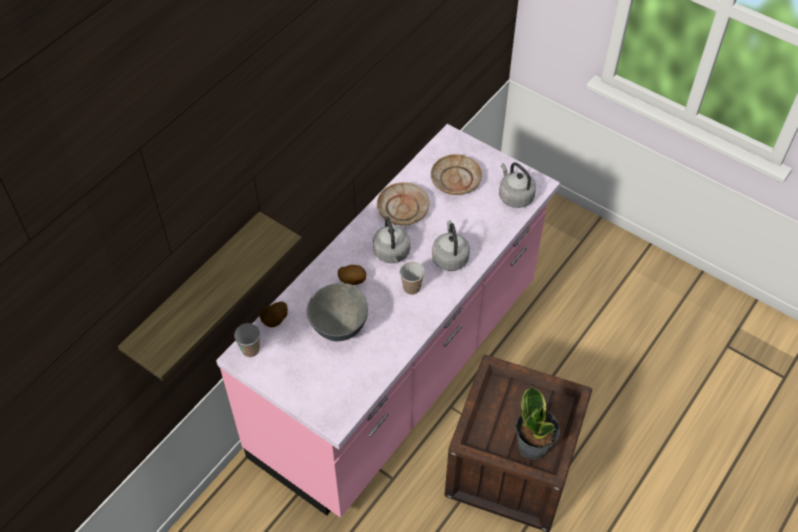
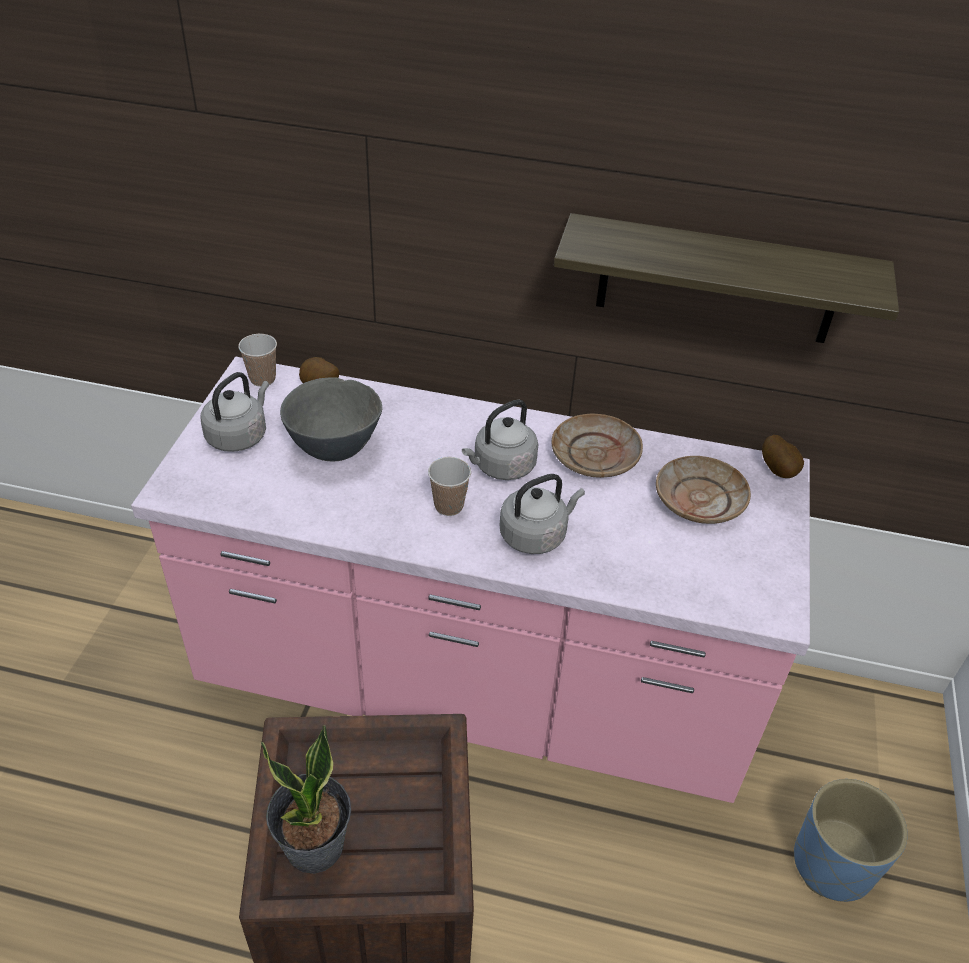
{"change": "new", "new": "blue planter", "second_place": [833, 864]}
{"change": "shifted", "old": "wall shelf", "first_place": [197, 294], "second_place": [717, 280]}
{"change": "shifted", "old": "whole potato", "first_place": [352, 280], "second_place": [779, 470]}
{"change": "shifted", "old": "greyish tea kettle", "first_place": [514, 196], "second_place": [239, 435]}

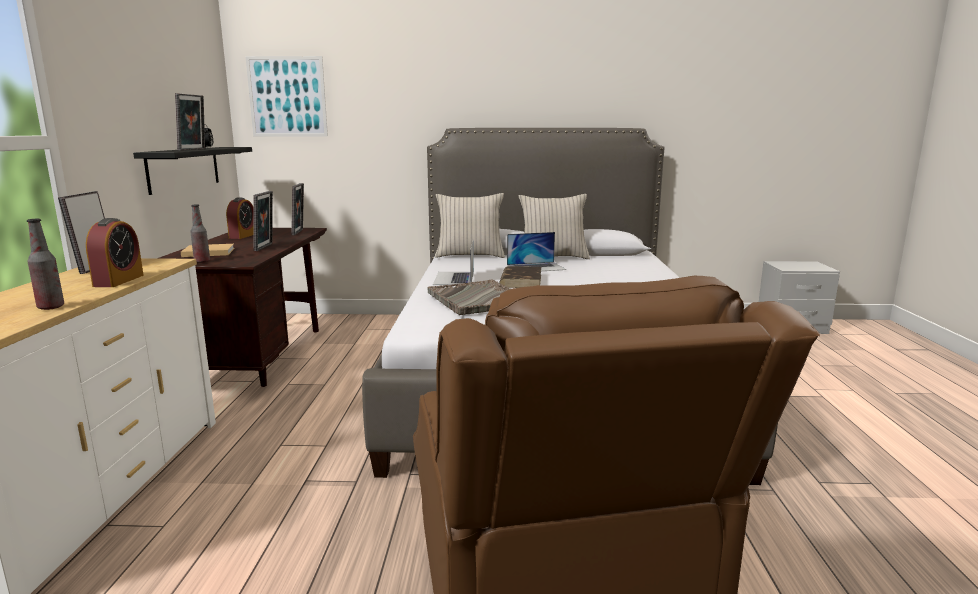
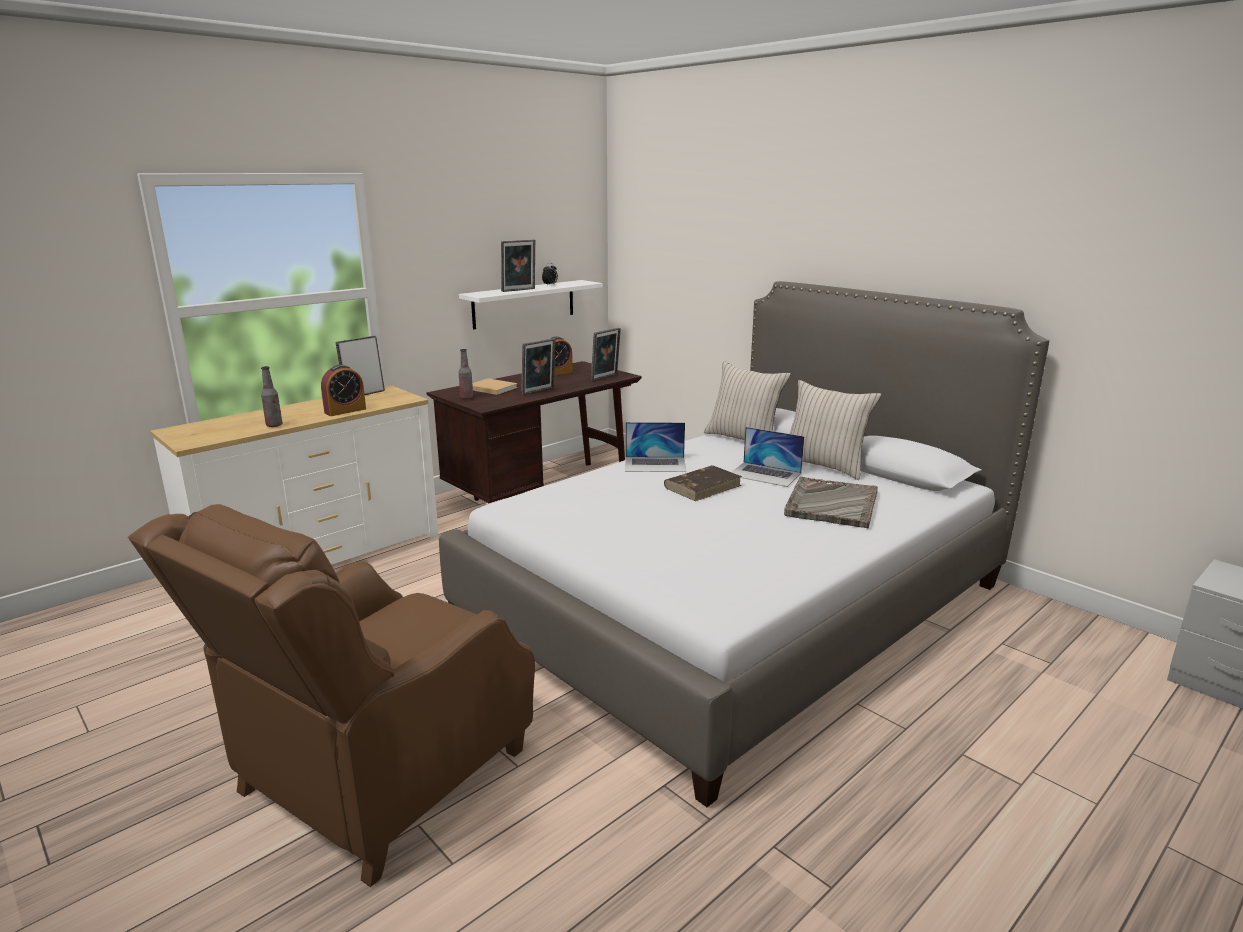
{"change": "gone", "old": "picture", "first_place": [287, 97]}
{"change": "shifted", "old": "greyish tray", "first_place": [477, 299], "second_place": [831, 504]}
{"change": "repainted", "old": "black wall shelf", "new": "whitish wall shelf", "first_place": [184, 168], "second_place": [524, 304]}
{"change": "rotated", "old": "notebook computer", "first_place": [454, 278], "second_place": [655, 464], "degrees": -135}

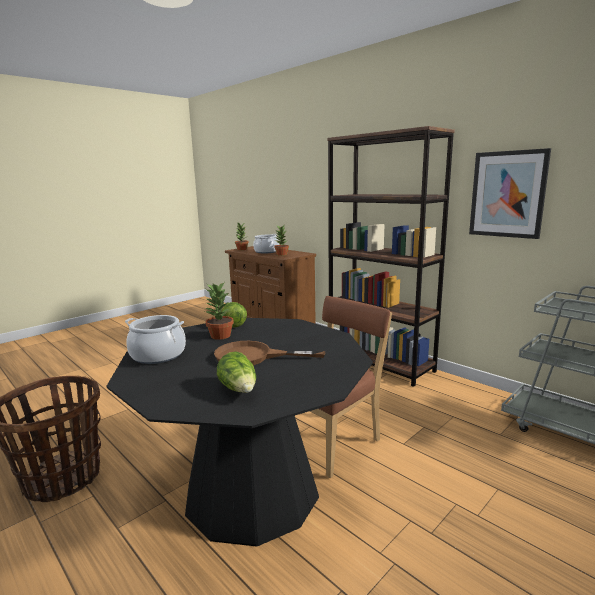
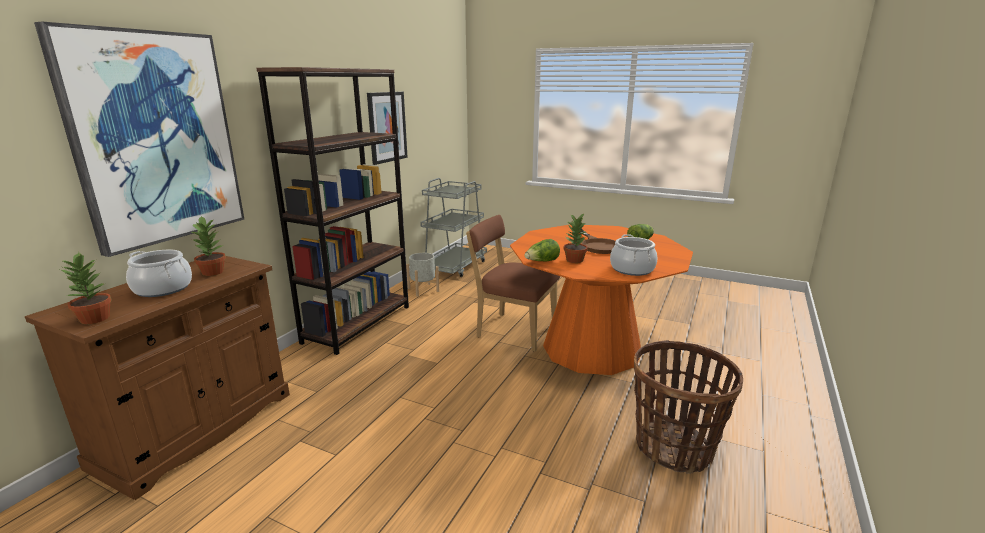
{"change": "new", "new": "picture", "second_place": [155, 139]}
{"change": "new", "new": "greyish planter", "second_place": [423, 289]}
{"change": "repainted", "old": "black dinner table", "new": "orange-coloured dinner table", "first_place": [252, 491], "second_place": [591, 348]}

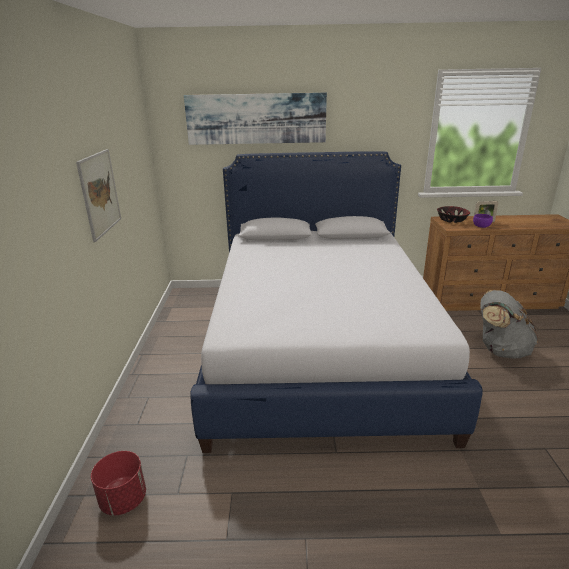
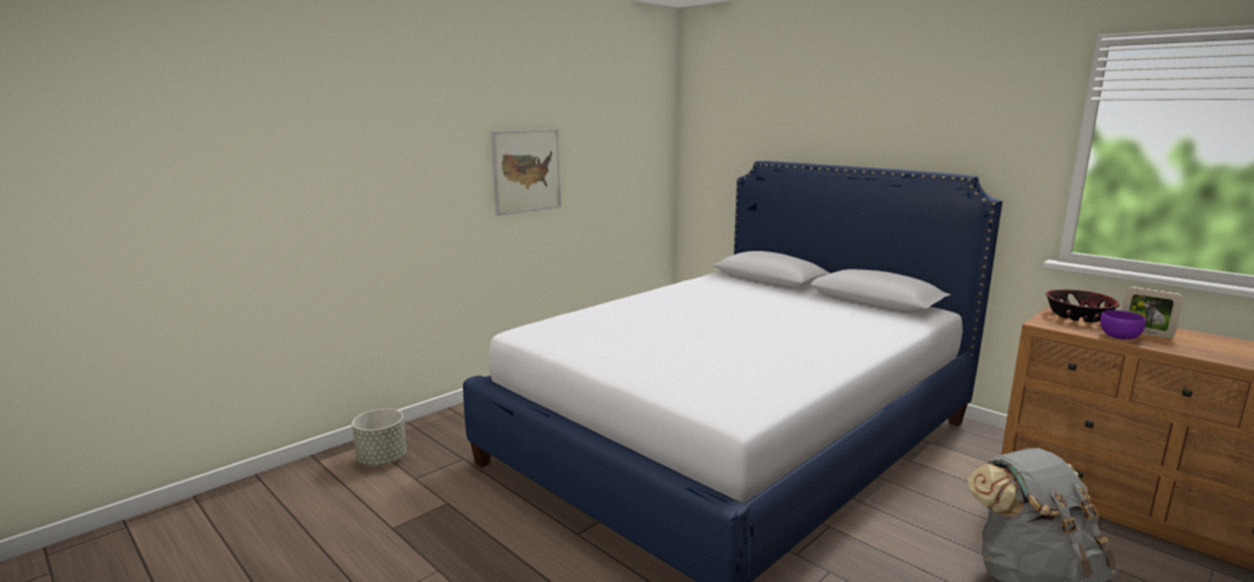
{"change": "gone", "old": "picture", "first_place": [256, 118]}
{"change": "repainted", "old": "red-coloured planter", "new": "greyish planter", "first_place": [123, 499], "second_place": [382, 460]}

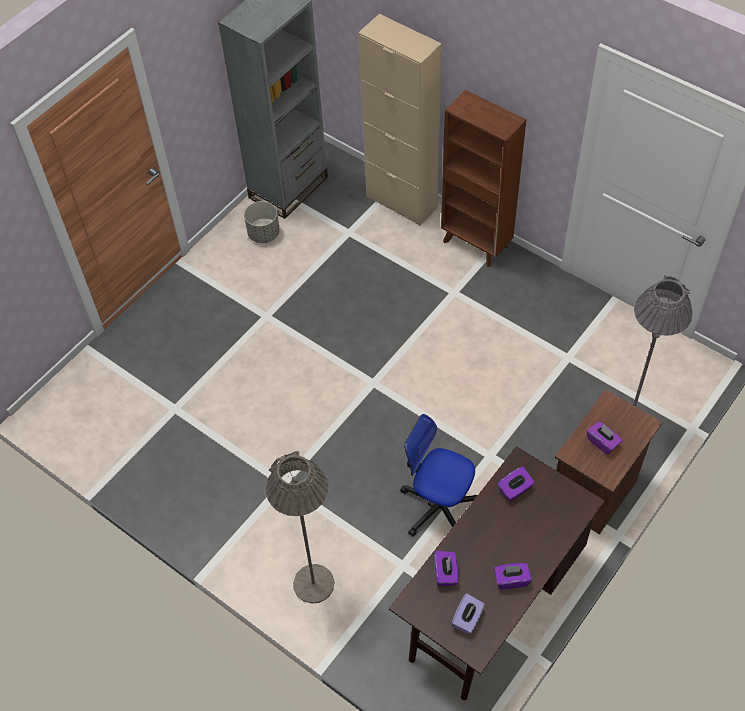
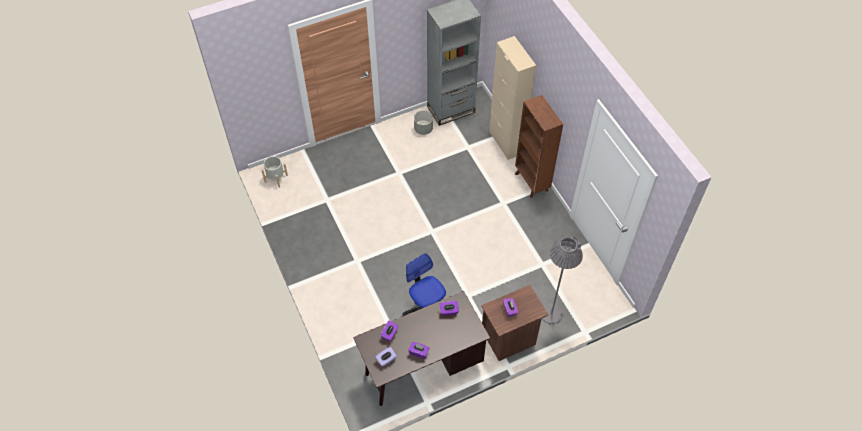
{"change": "gone", "old": "greyish floor lamp", "first_place": [313, 584]}
{"change": "new", "new": "greyish planter", "second_place": [276, 178]}

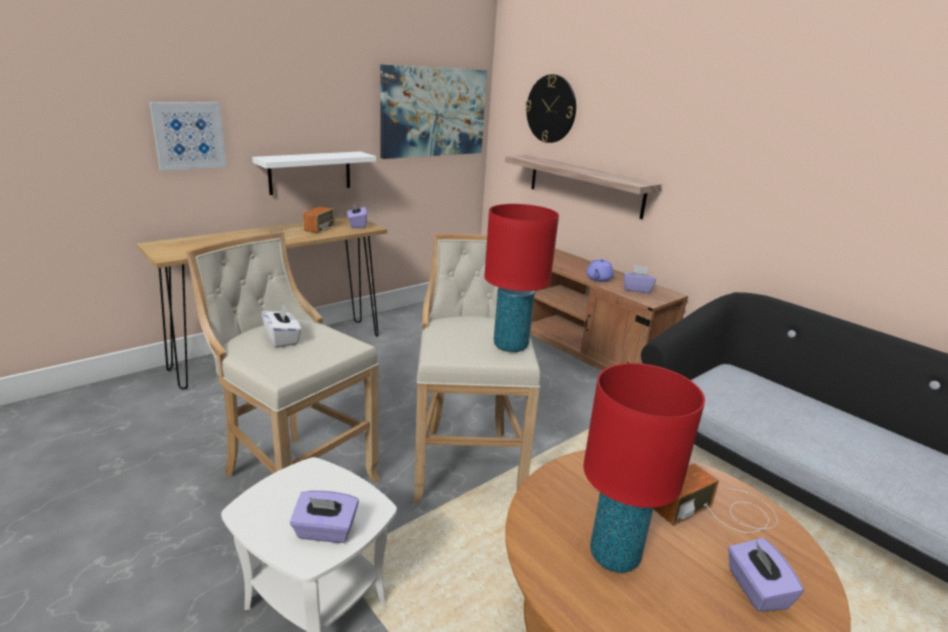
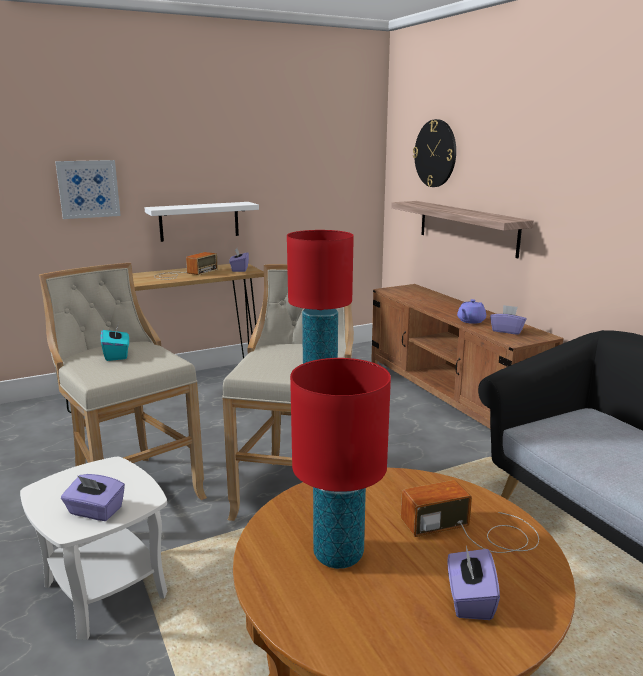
{"change": "gone", "old": "picture", "first_place": [433, 112]}
{"change": "repainted", "old": "whitish tissue box", "new": "turquoise-coloured tissue box", "first_place": [282, 339], "second_place": [117, 355]}

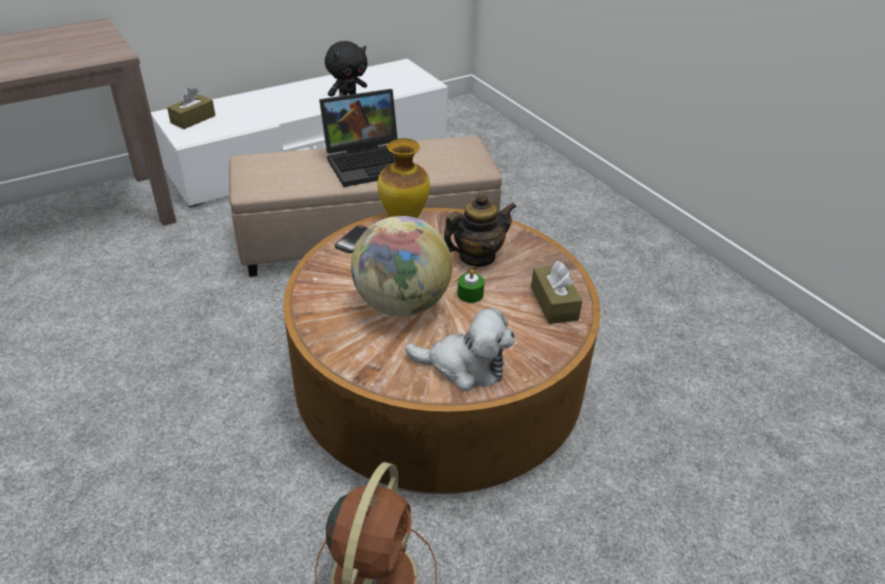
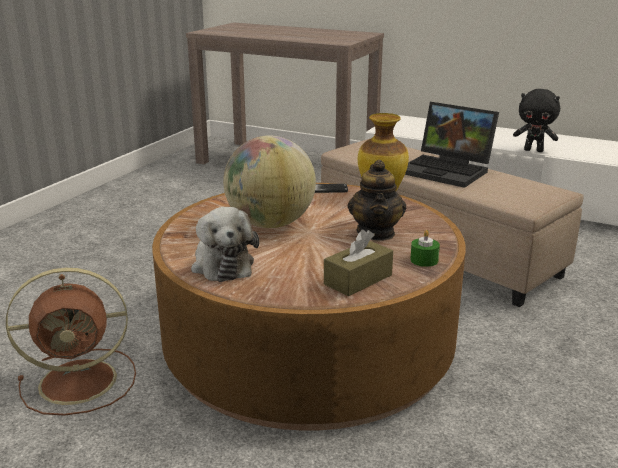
{"change": "gone", "old": "brown tissue box", "first_place": [193, 119]}
{"change": "shifted", "old": "green-coloured wax candle", "first_place": [470, 294], "second_place": [424, 260]}
{"change": "rotated", "old": "teapot", "first_place": [476, 257], "second_place": [376, 233], "degrees": 60}

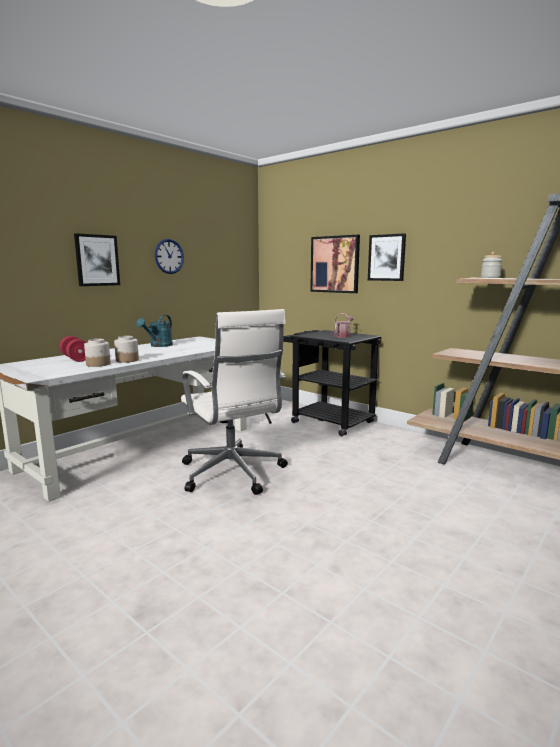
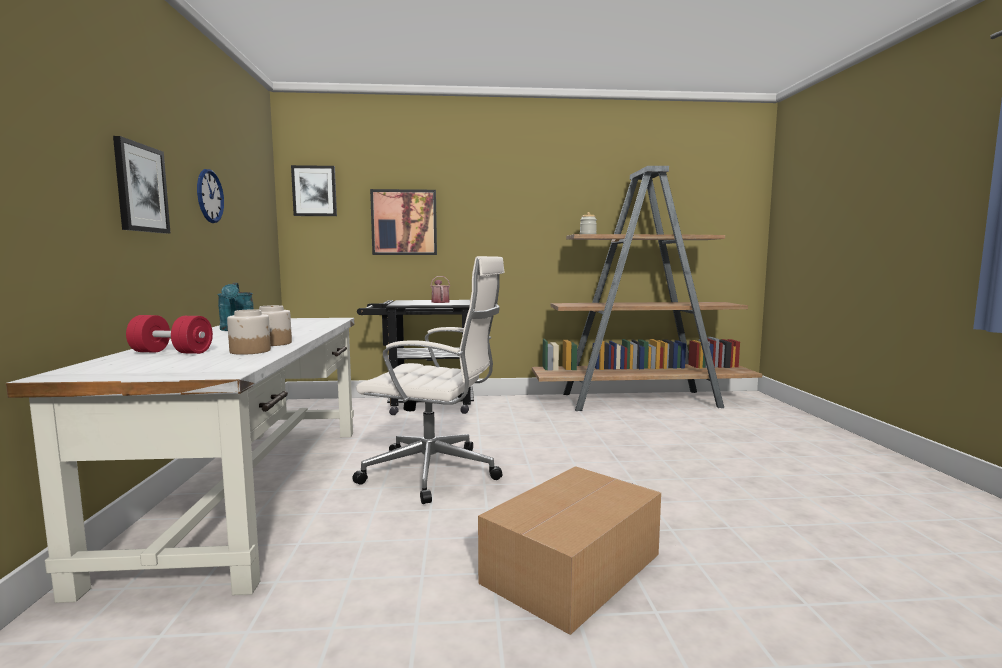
{"change": "new", "new": "carton", "second_place": [570, 569]}
{"change": "shifted", "old": "picture", "first_place": [386, 257], "second_place": [314, 191]}

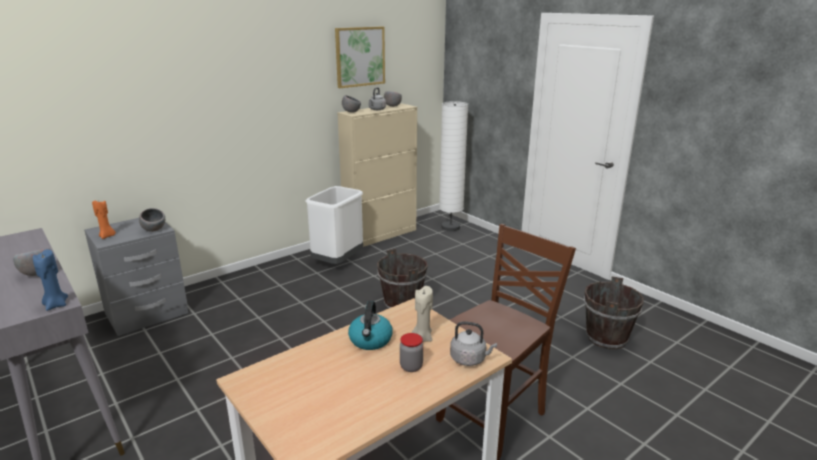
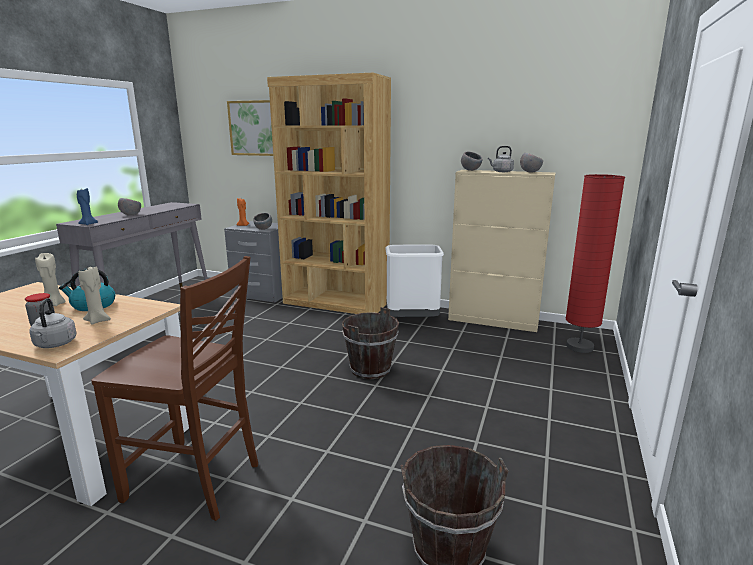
{"change": "new", "new": "beige wax candle", "second_place": [54, 304]}
{"change": "new", "new": "brown shelving unit", "second_place": [336, 303]}
{"change": "shifted", "old": "picture", "first_place": [360, 56], "second_place": [253, 128]}
{"change": "repainted", "old": "whitish floor lamp", "new": "red-coloured floor lamp", "first_place": [450, 227], "second_place": [579, 347]}

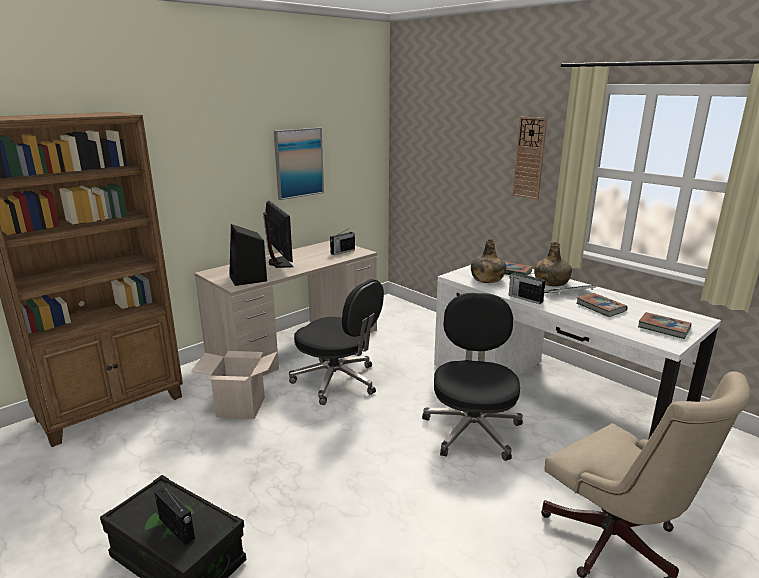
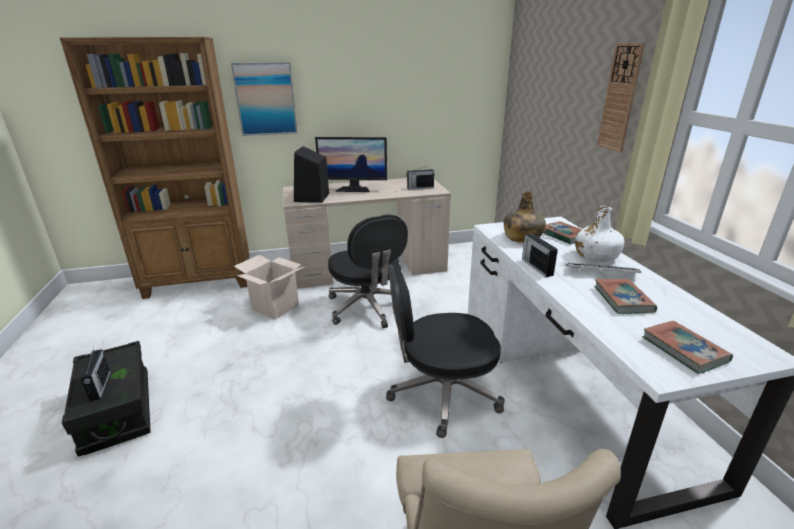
{"change": "shifted", "old": "picture", "first_place": [298, 163], "second_place": [265, 99]}
{"change": "repainted", "old": "green-coloured bottle", "new": "whitish bottle", "first_place": [551, 282], "second_place": [596, 256]}
{"change": "rotated", "old": "computer screen", "first_place": [279, 263], "second_place": [353, 189], "degrees": 90}
{"change": "rotated", "old": "black computer chair", "first_place": [472, 429], "second_place": [442, 394], "degrees": -135}

